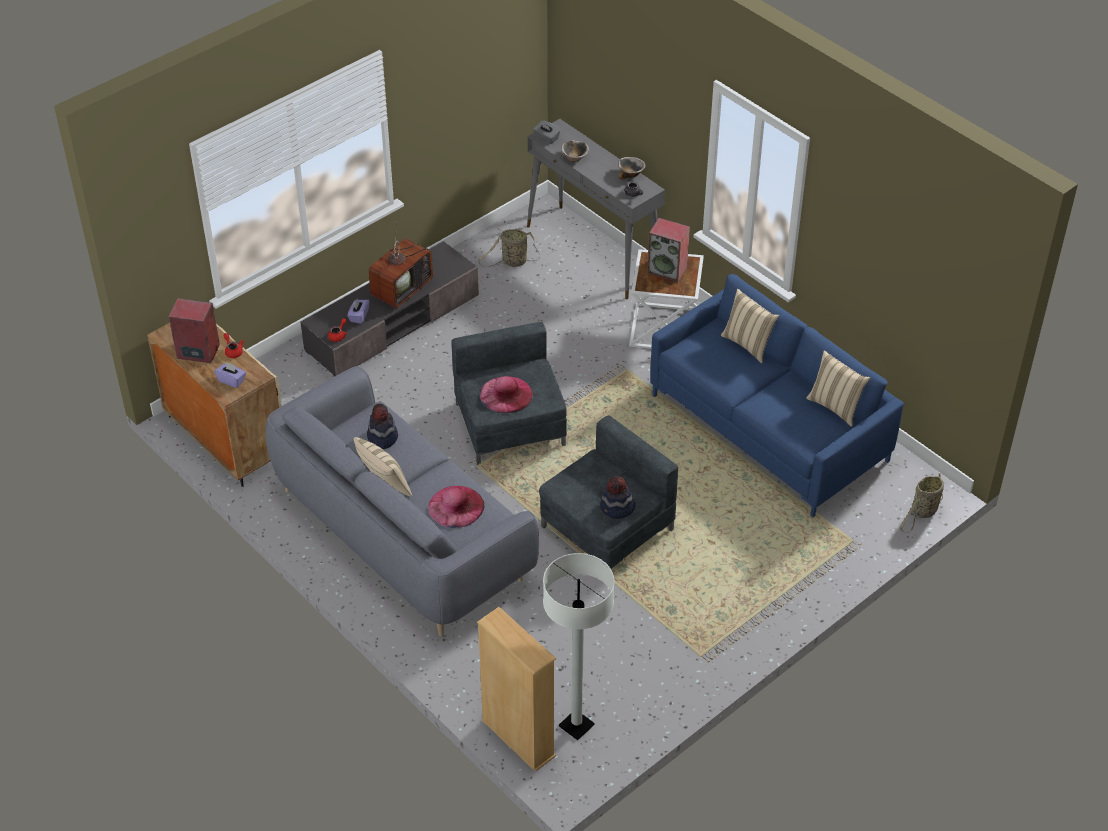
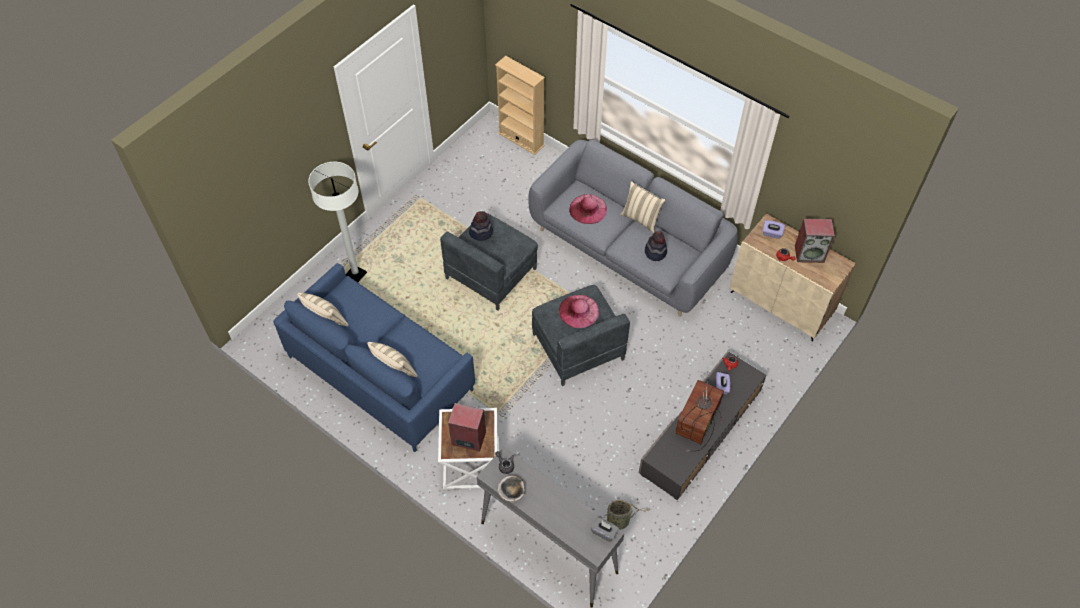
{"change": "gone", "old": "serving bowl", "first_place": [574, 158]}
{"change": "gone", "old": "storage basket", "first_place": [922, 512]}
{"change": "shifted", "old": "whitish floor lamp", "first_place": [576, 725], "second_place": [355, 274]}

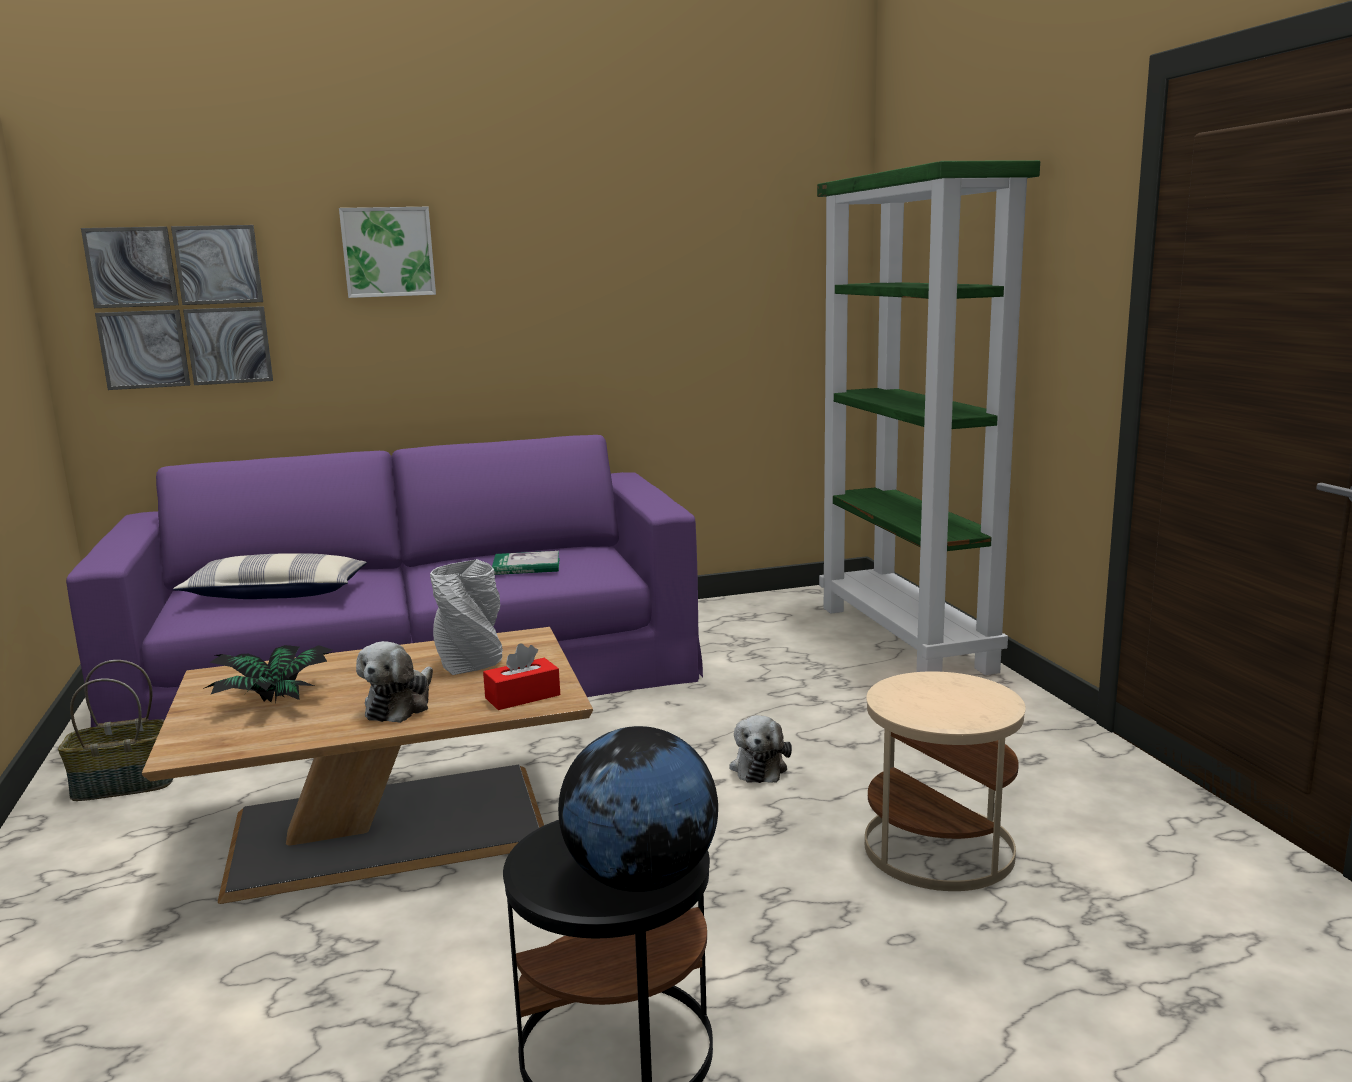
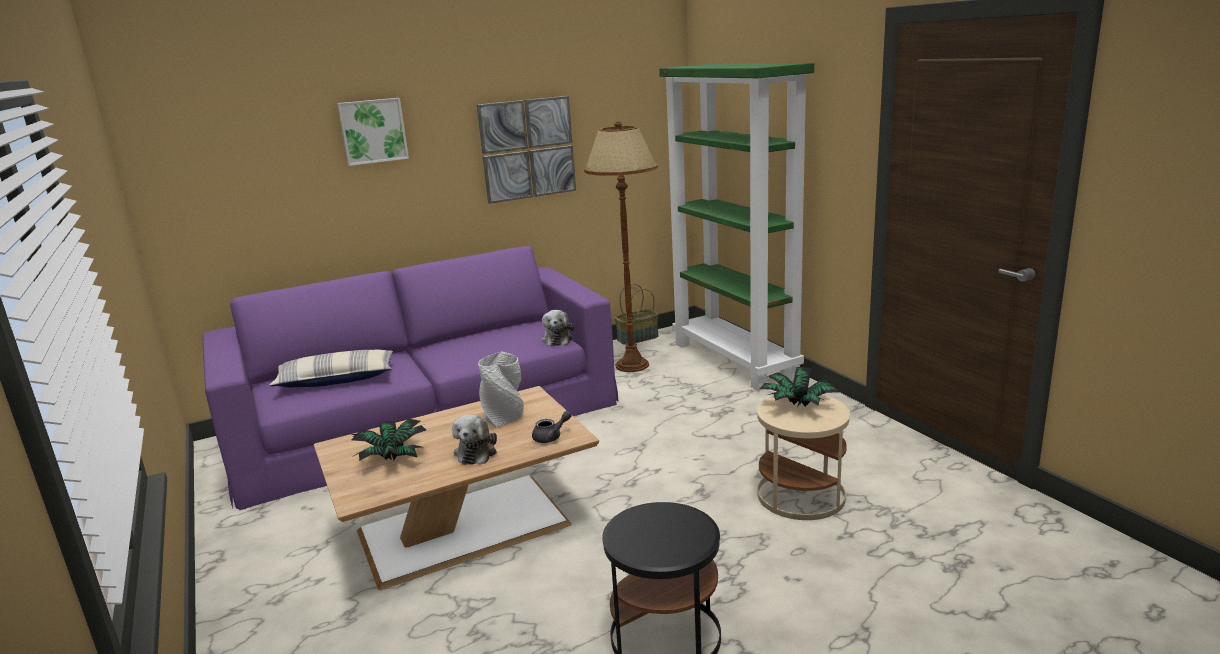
{"change": "gone", "old": "book", "first_place": [526, 566]}
{"change": "gone", "old": "globe", "first_place": [641, 878]}
{"change": "new", "new": "brown floor lamp", "second_place": [632, 365]}
{"change": "new", "new": "potted plant", "second_place": [798, 405]}
{"change": "shifted", "old": "storage basket", "first_place": [123, 786], "second_place": [637, 338]}
{"change": "shifted", "old": "picture", "first_place": [181, 307], "second_place": [527, 149]}
{"change": "shifted", "old": "soft toy", "first_place": [759, 767], "second_place": [557, 339]}
{"change": "swapped", "old": "red-coloured tissue box", "new": "greyish teapot", "first_place": [522, 696], "second_place": [551, 437]}

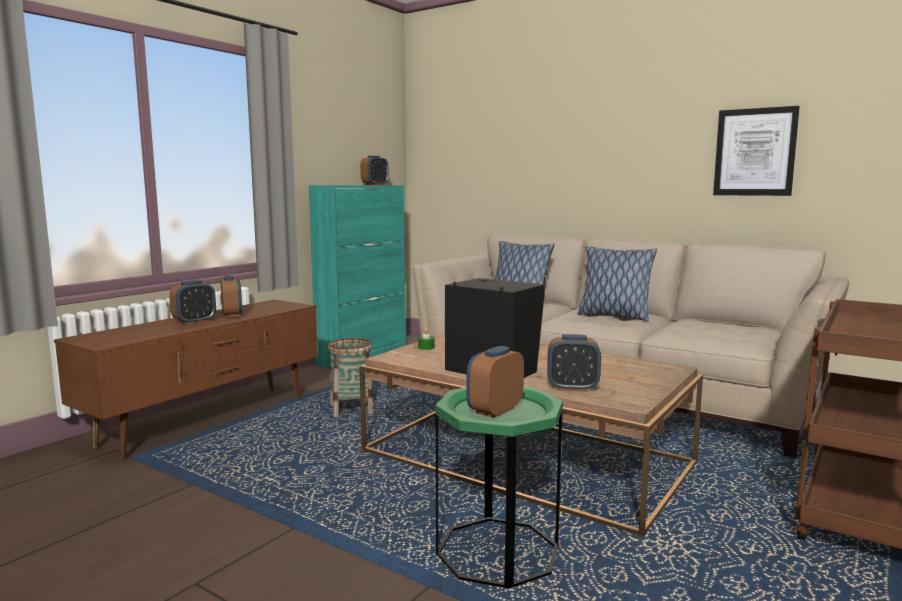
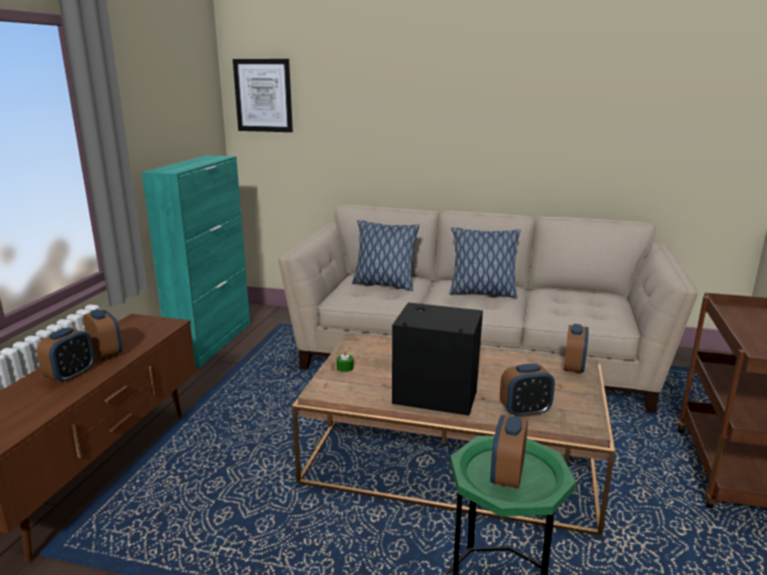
{"change": "gone", "old": "storage basket", "first_place": [351, 409]}
{"change": "shifted", "old": "bedside clock", "first_place": [375, 185], "second_place": [573, 367]}
{"change": "shifted", "old": "picture", "first_place": [754, 152], "second_place": [263, 95]}

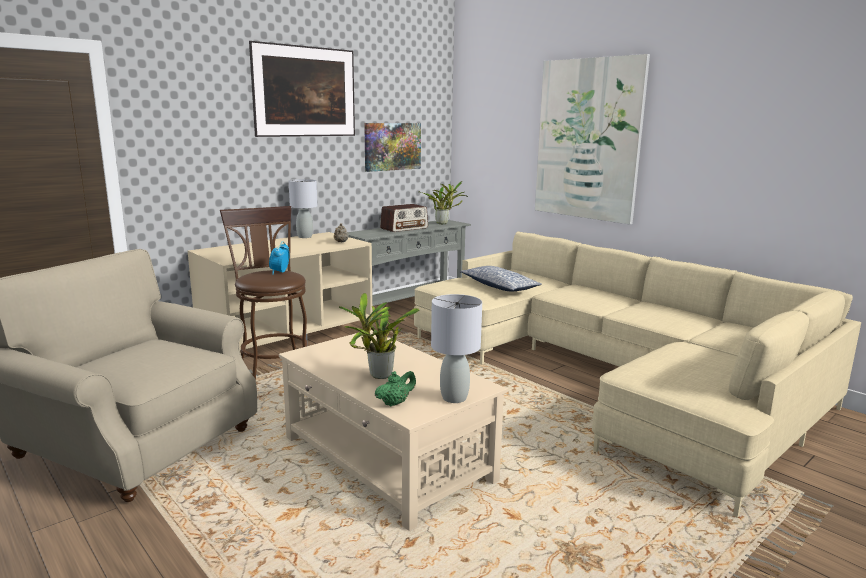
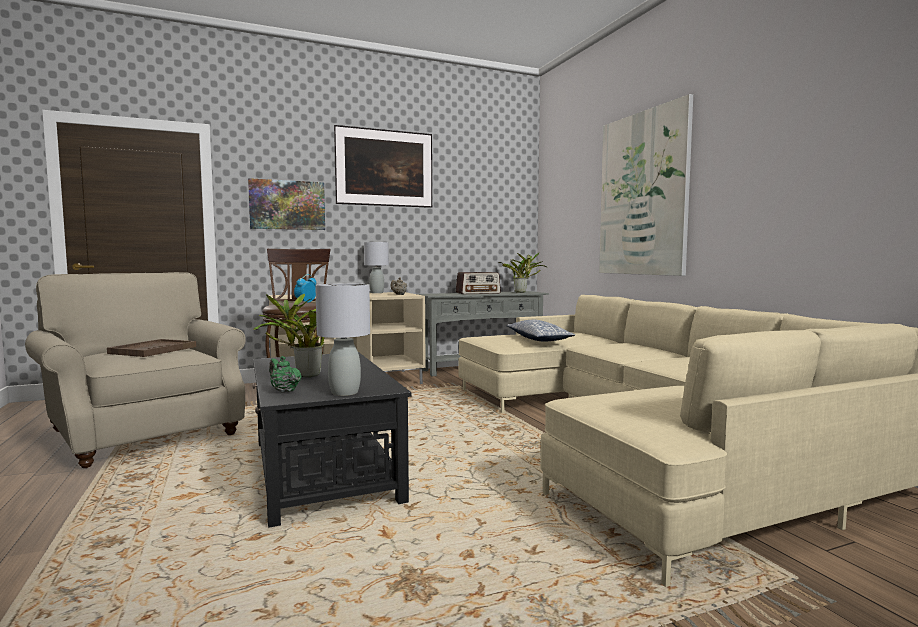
{"change": "new", "new": "brown tray", "second_place": [153, 350]}
{"change": "shifted", "old": "picture", "first_place": [392, 146], "second_place": [287, 205]}
{"change": "repainted", "old": "beige low table", "new": "black low table", "first_place": [387, 459], "second_place": [323, 470]}
{"change": "rotated", "old": "green-coloured teapot", "first_place": [395, 403], "second_place": [284, 390], "degrees": -120}

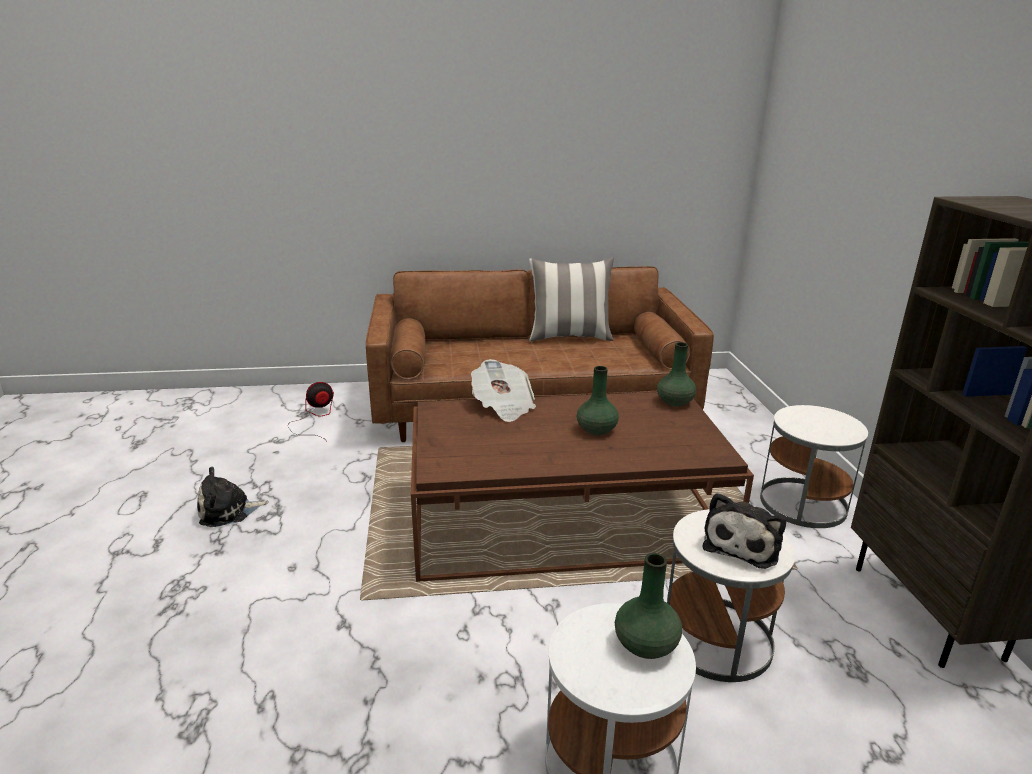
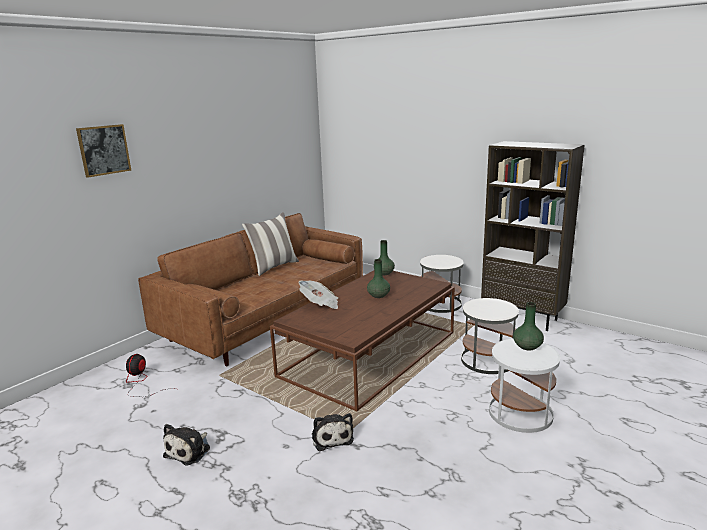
{"change": "new", "new": "picture", "second_place": [104, 150]}
{"change": "shifted", "old": "soft toy", "first_place": [743, 544], "second_place": [331, 437]}

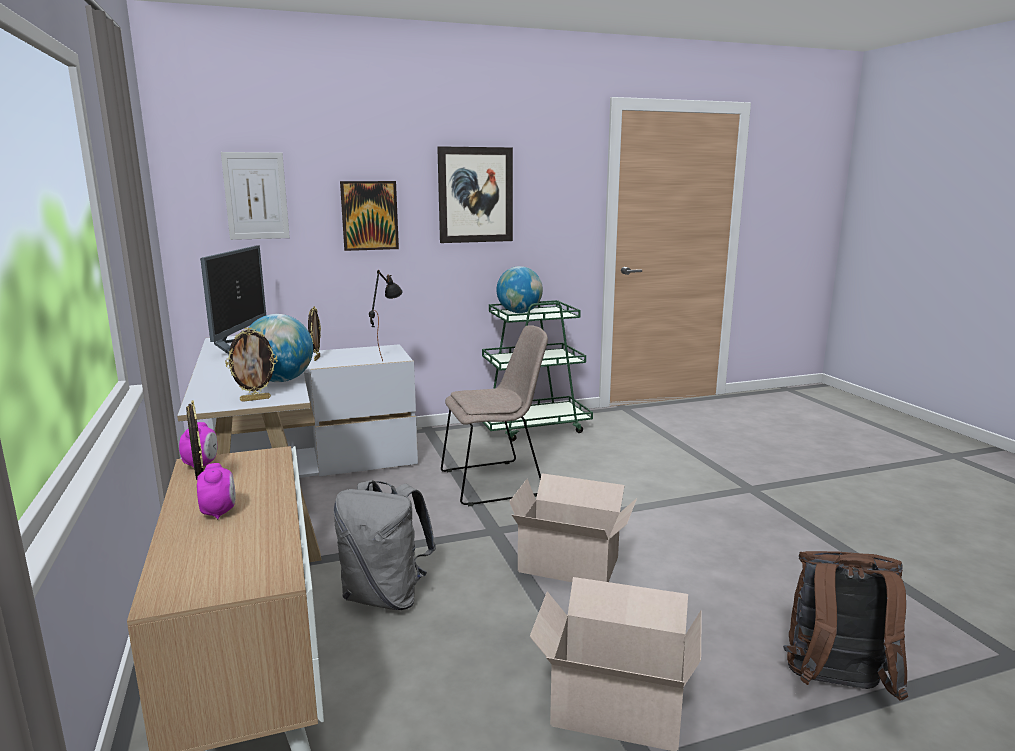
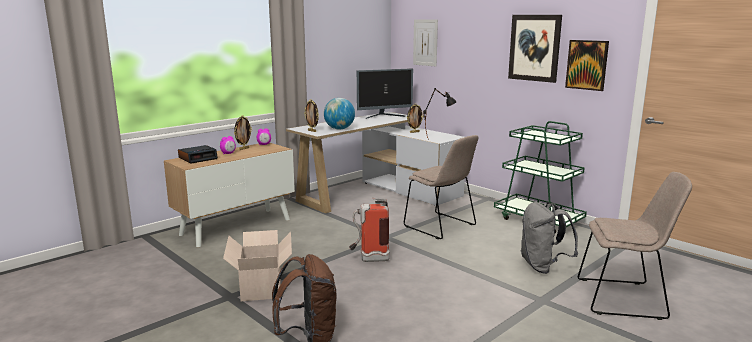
{"change": "gone", "old": "globe", "first_place": [519, 312]}
{"change": "new", "new": "bedside clock", "second_place": [198, 158]}
{"change": "new", "new": "beige chair", "second_place": [624, 298]}
{"change": "shifted", "old": "greyish knapsack", "first_place": [386, 597], "second_place": [543, 267]}
{"change": "shifted", "old": "picture", "first_place": [369, 215], "second_place": [587, 65]}
{"change": "swapped", "old": "carton", "new": "fire extinguisher", "first_place": [571, 565], "second_place": [369, 259]}

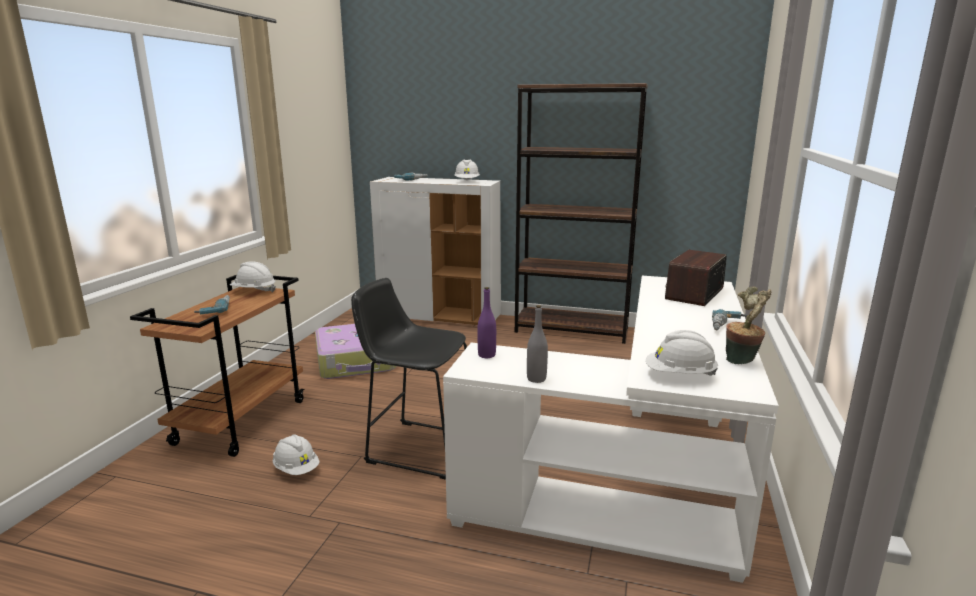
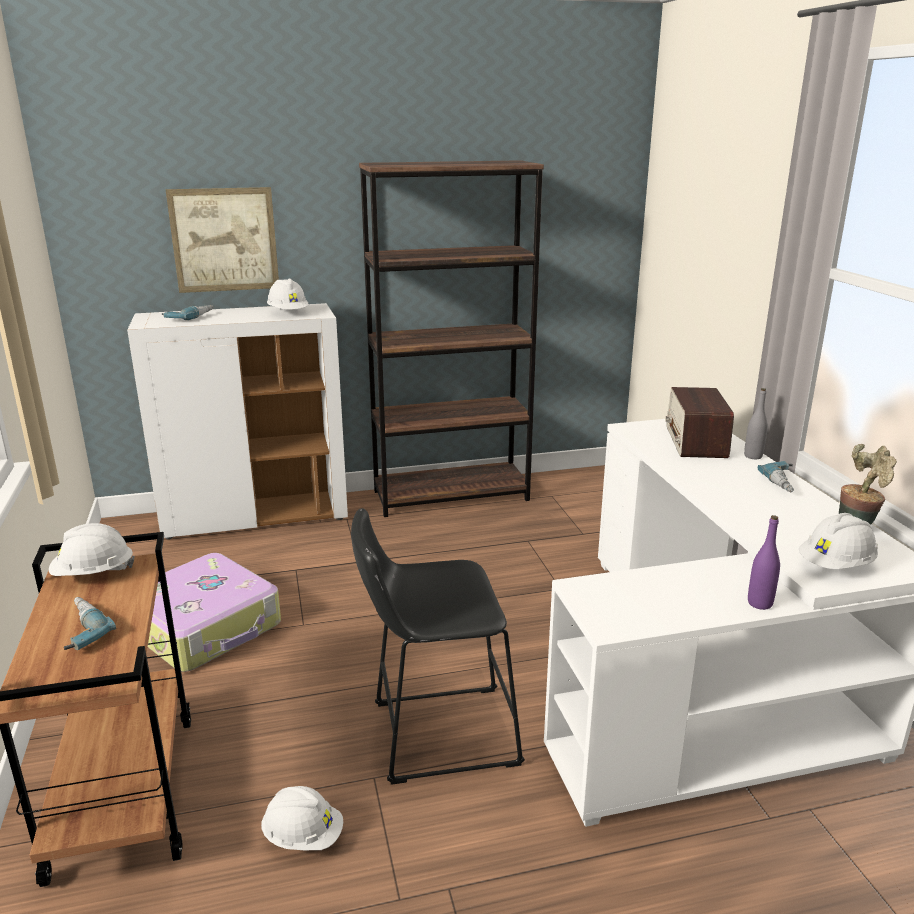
{"change": "new", "new": "picture", "second_place": [224, 240]}
{"change": "shifted", "old": "purple-coloured bottle", "first_place": [486, 355], "second_place": [759, 603]}
{"change": "shifted", "old": "greyish bottle", "first_place": [536, 379], "second_place": [753, 456]}

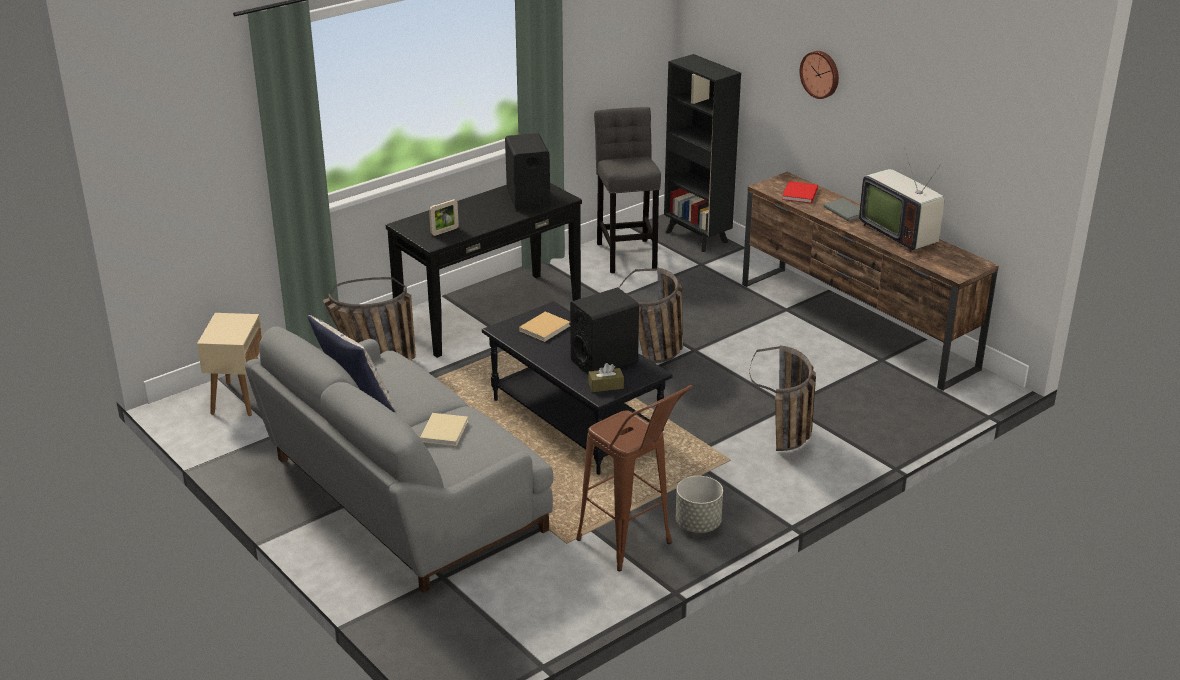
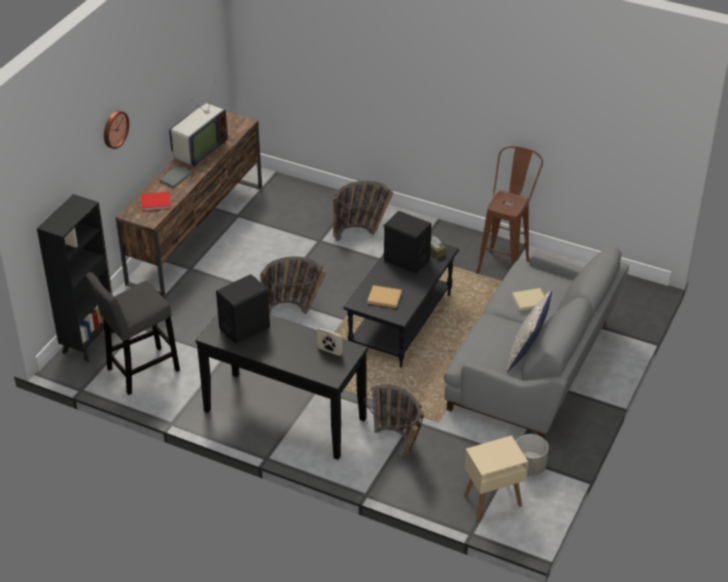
{"change": "shifted", "old": "greyish planter", "first_place": [697, 524], "second_place": [529, 467]}

